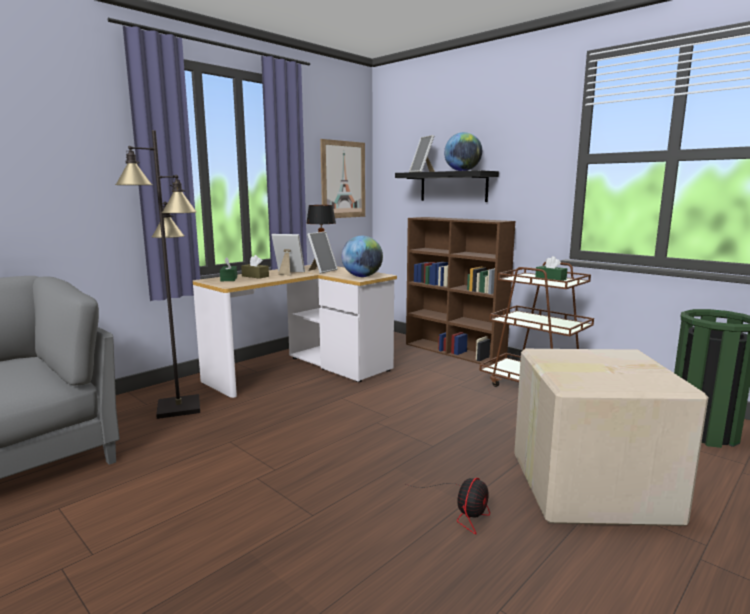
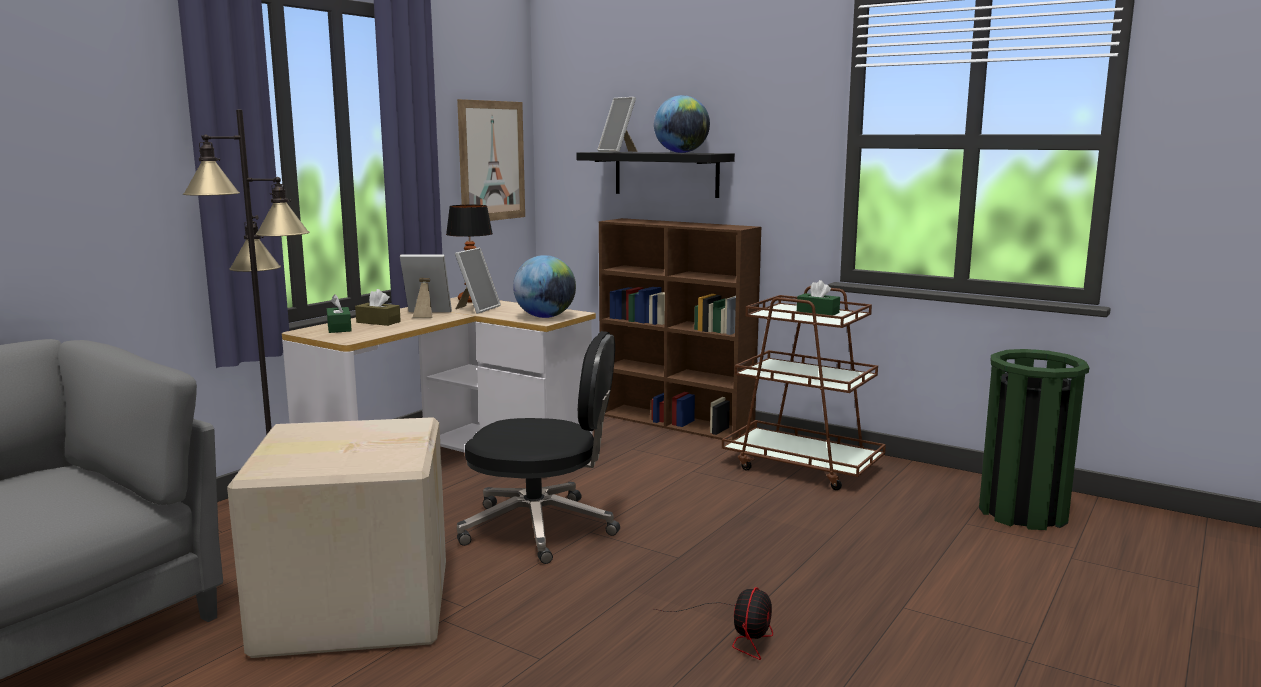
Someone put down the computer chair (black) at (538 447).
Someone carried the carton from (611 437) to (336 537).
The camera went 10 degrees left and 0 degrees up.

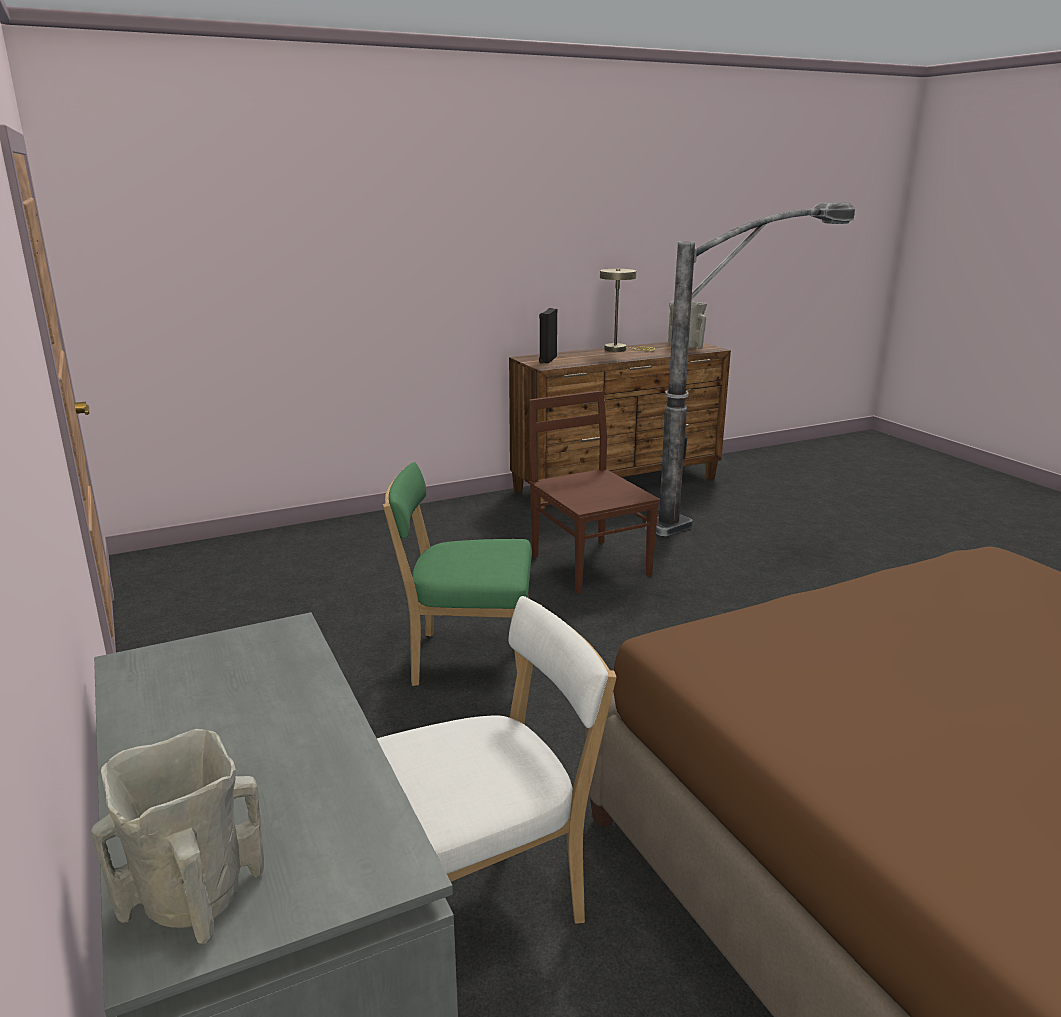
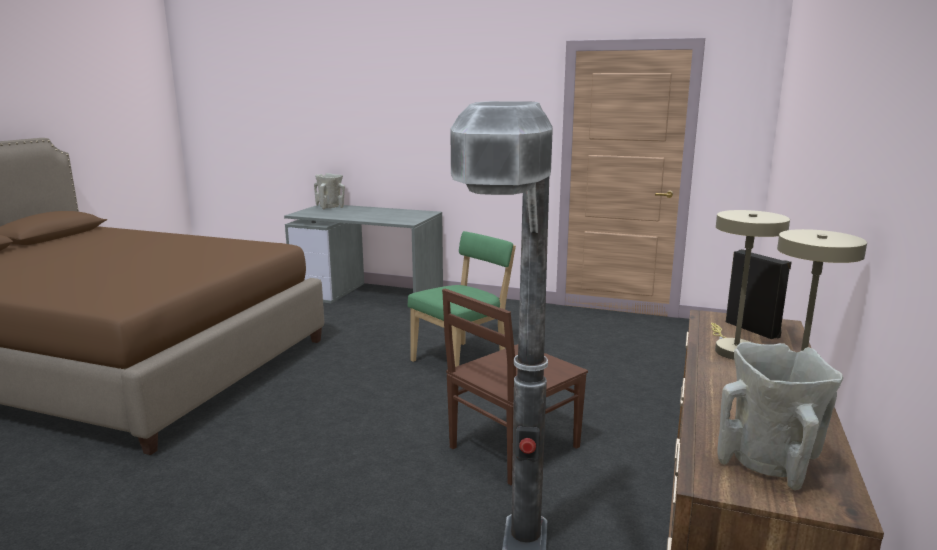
Someone took away the plain chair (white) at (497 760).
Someone put down the table lamp (beige-coloured) at (750 285).
Someone rotated the plain chair (brown-coloured) at (594 492) by 120 degrees clockwise.
The camera went 135 degrees right and 5 degrees down.

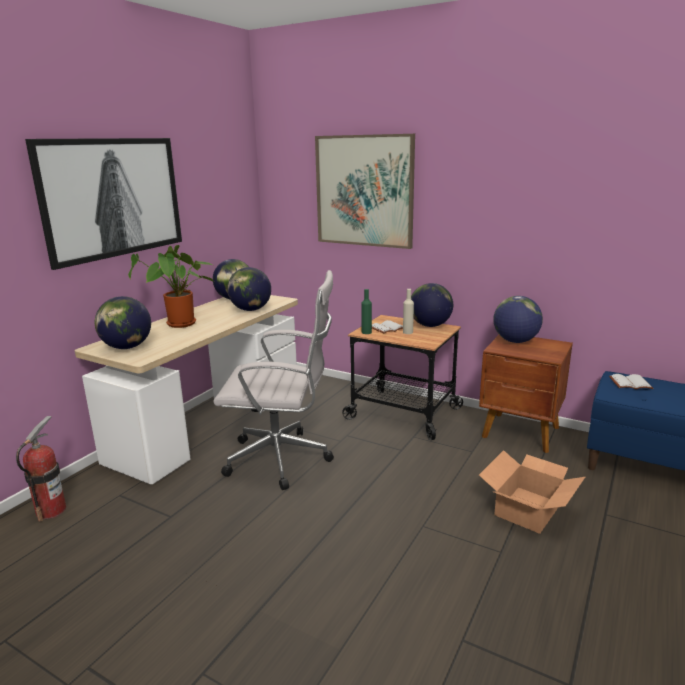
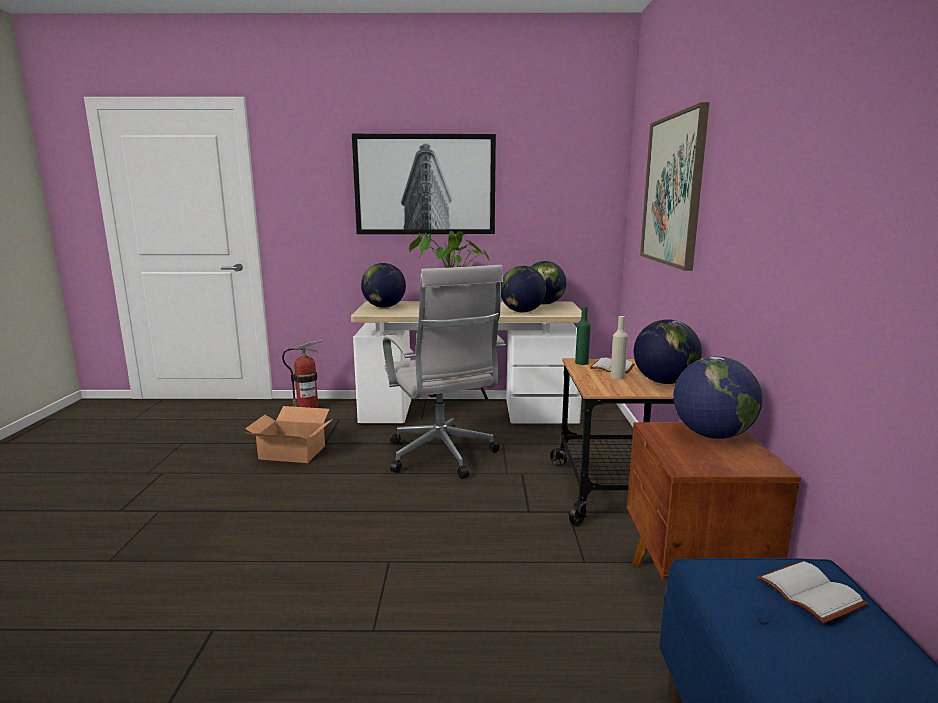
Someone carried the carton from (532 492) to (288 434).
The camera went 60 degrees right and 5 degrees down.

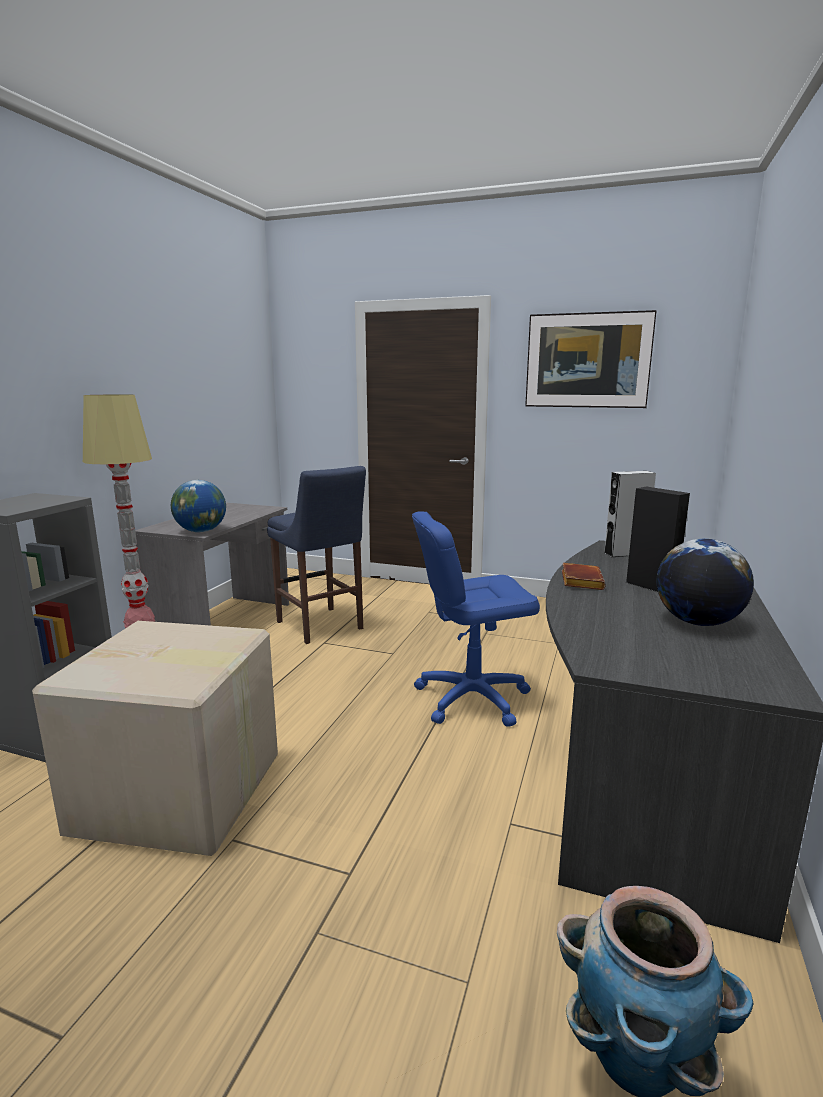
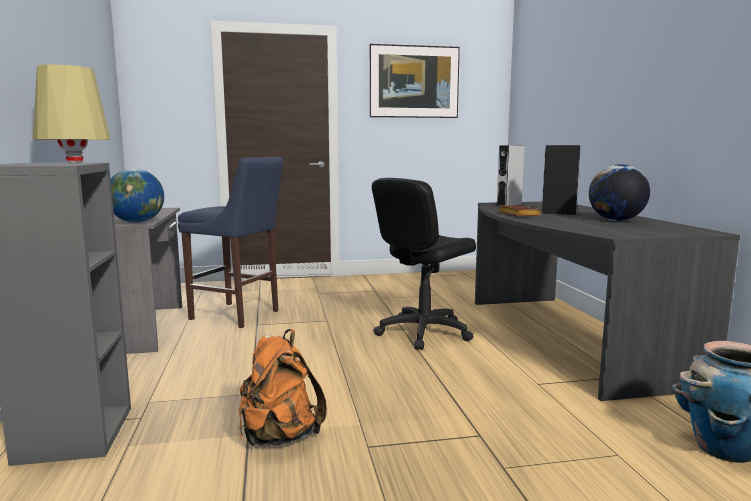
Someone swapped the carton at (155 738) for the rucksack (orange) at (283 388).
Someone repainted the computer chair (blue-coloured) at (476 619), which became the computer chair (black) at (424 264).
The camera went 30 degrees left and 5 degrees down.

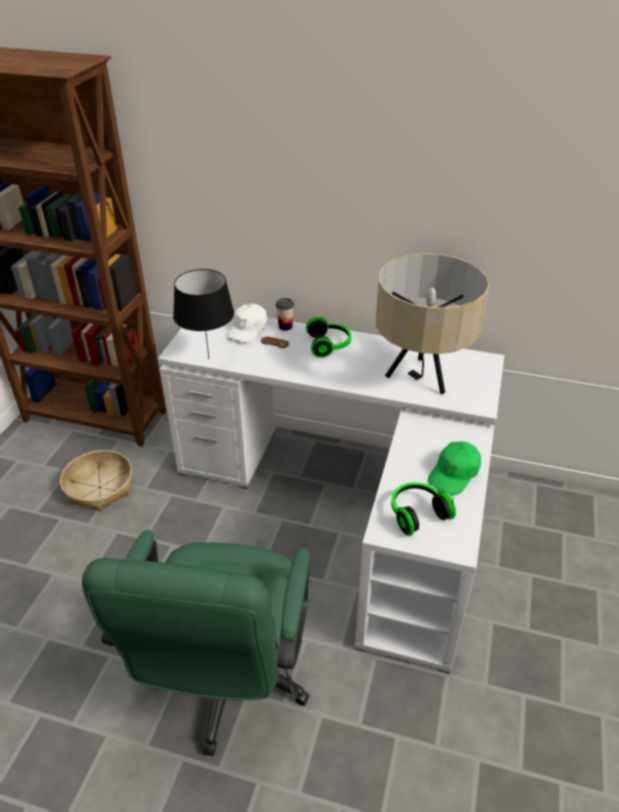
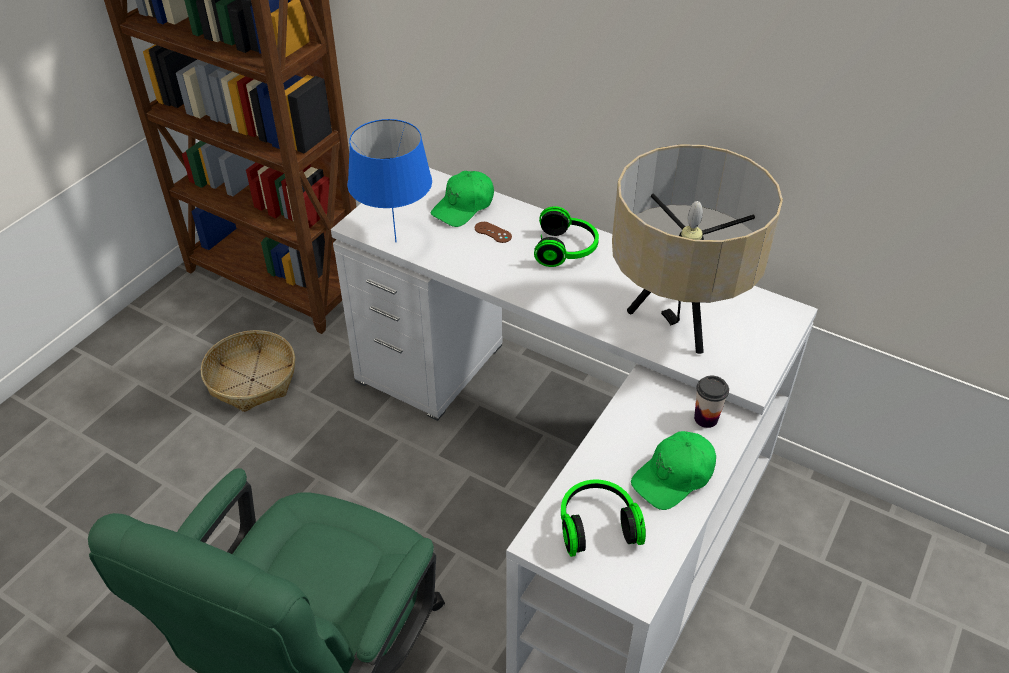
Someone carried the drinking cup from (285 314) to (711 401).
Someone repainted the table lamp (black) at (203 313), which became the table lamp (blue-coloured) at (389 180).
Someone repainted the cap (white) at (246 323), which became the cap (green) at (462 199).
The camera went 15 degrees right and 5 degrees up.

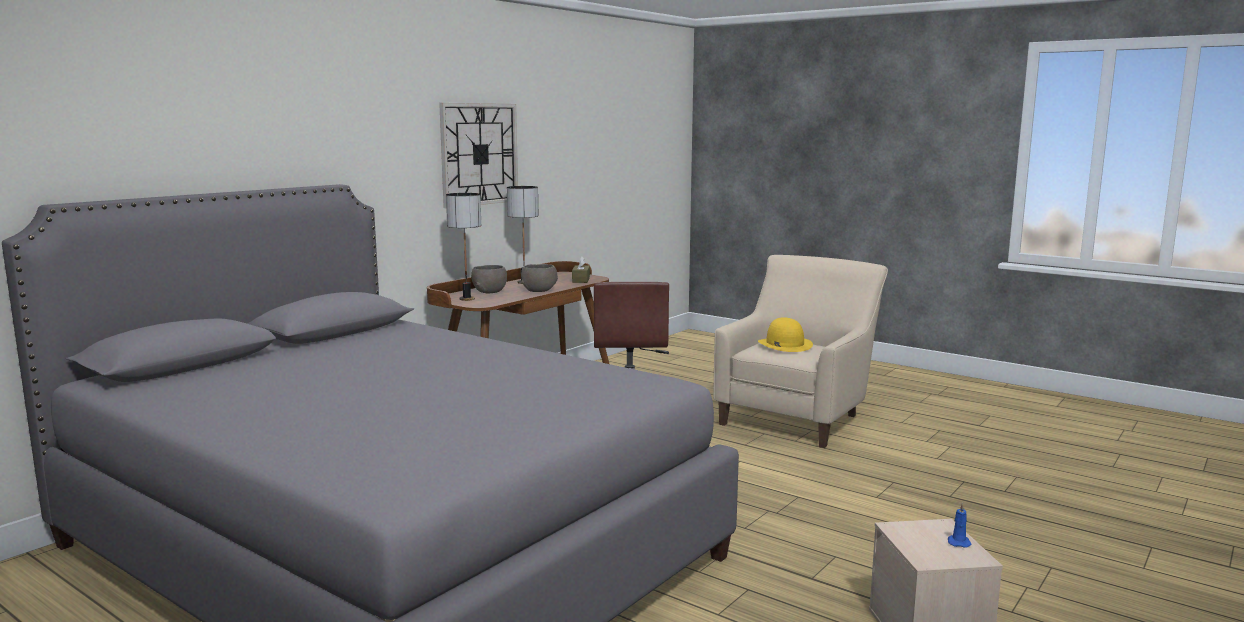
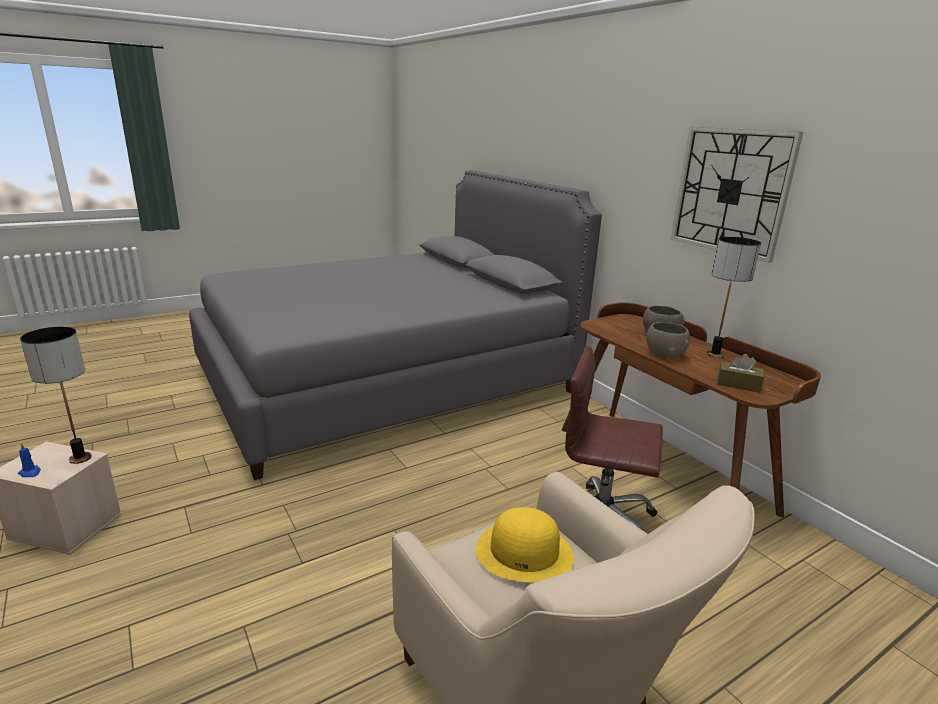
Someone carried the table lamp from (463 247) to (56 395).
The camera went 110 degrees right and 10 degrees up.

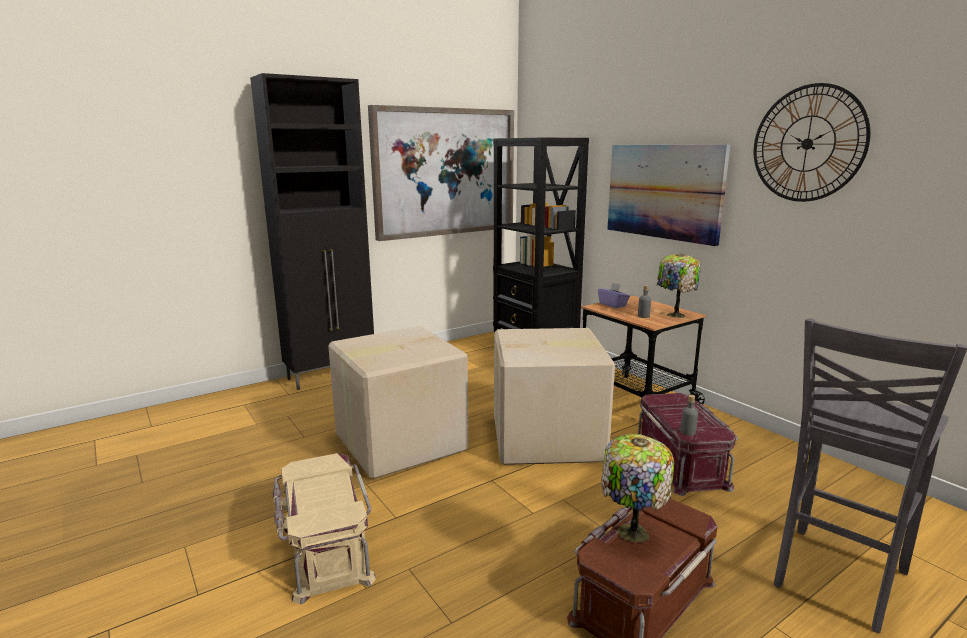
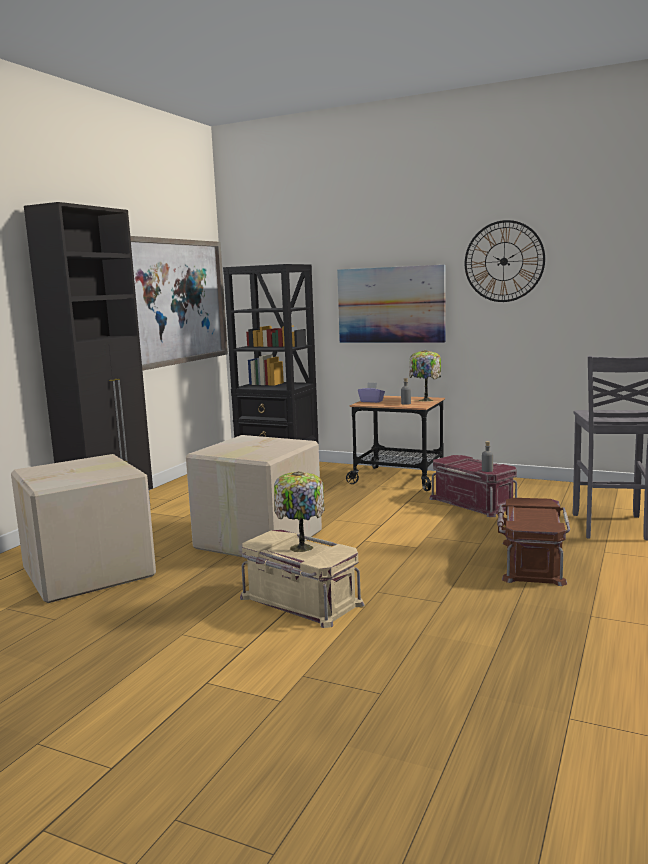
Someone carried the carton from (554 396) to (83 528).
Someone carried the table lamp from (637 488) to (299 511).
The camera went 30 degrees left and 5 degrees down.

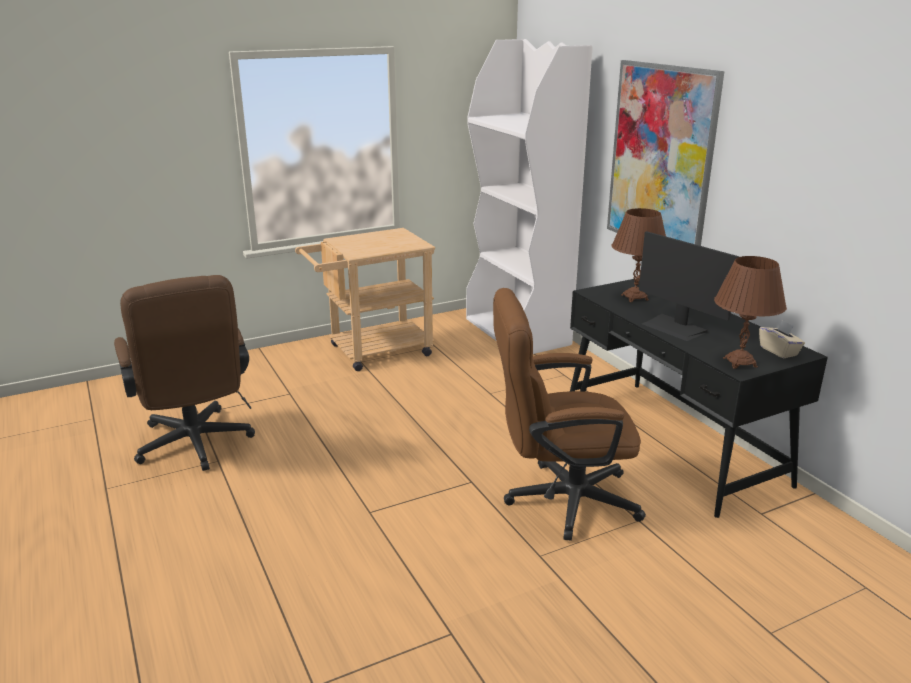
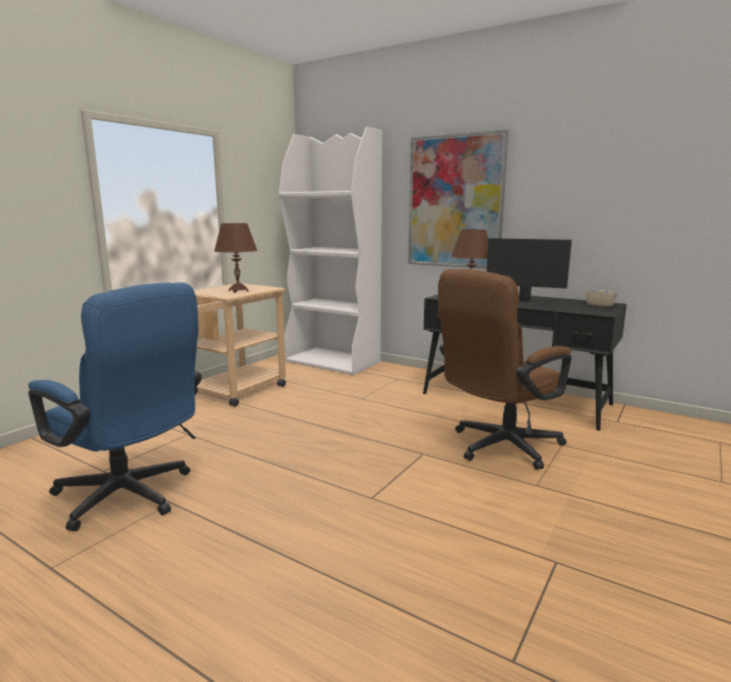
Someone carried the table lamp (brown-coloured) from (750 312) to (236 258).
Someone repainted the computer chair (brown-coloured) at (184 373), which became the computer chair (blue-coloured) at (115 406).
The camera went 30 degrees left and 10 degrees down.

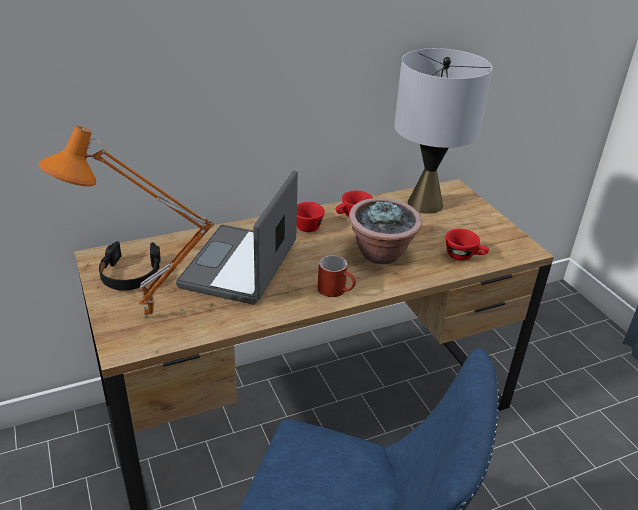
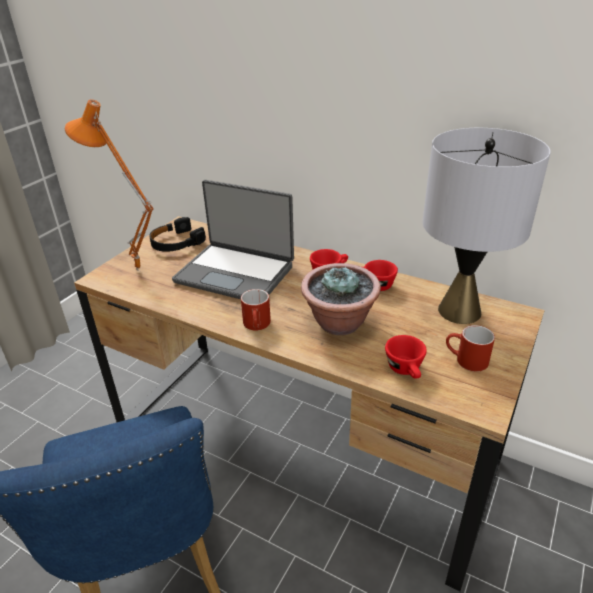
Someone put down the tea mug (reddish) at (470 348).
Someone rotated the notebook computer at (237 237) by 135 degrees counterclockwise.
The camera went 55 degrees right and 0 degrees up.

